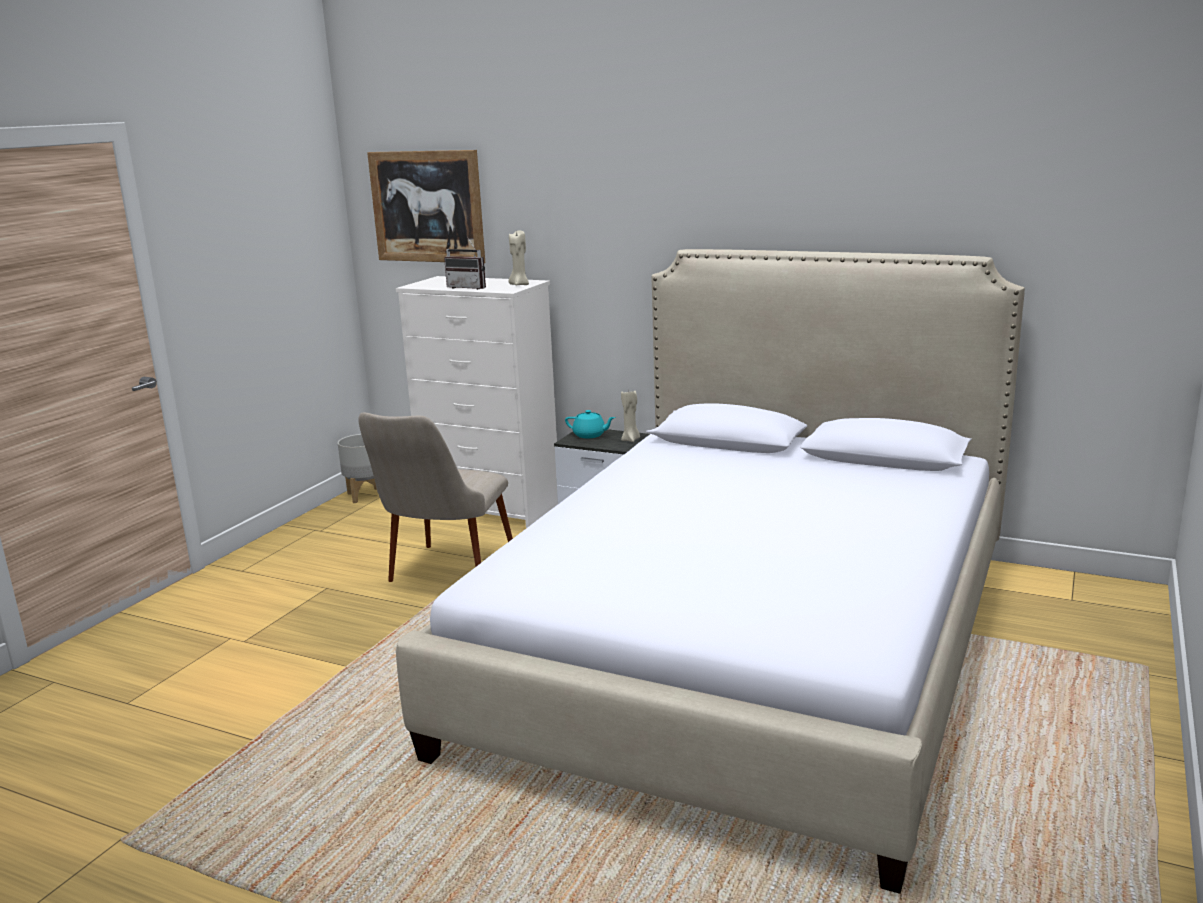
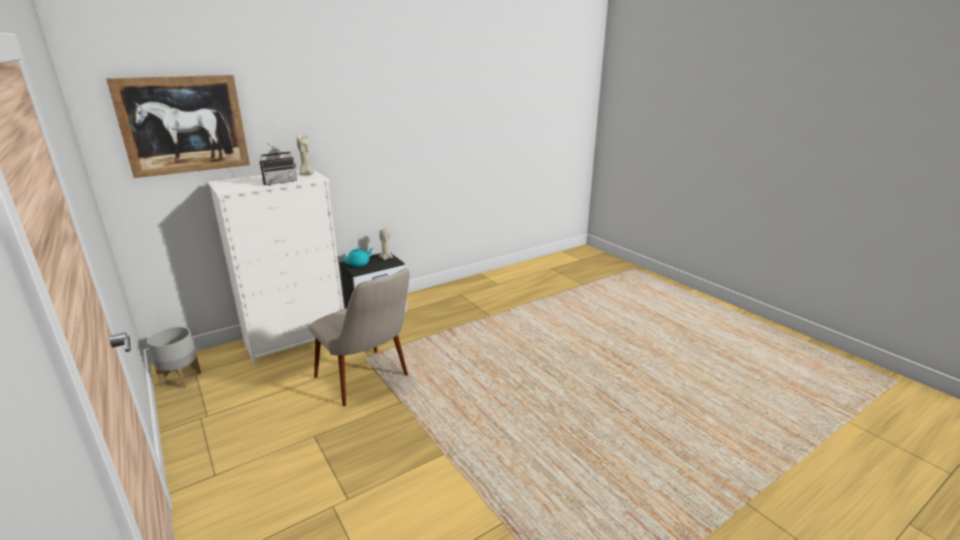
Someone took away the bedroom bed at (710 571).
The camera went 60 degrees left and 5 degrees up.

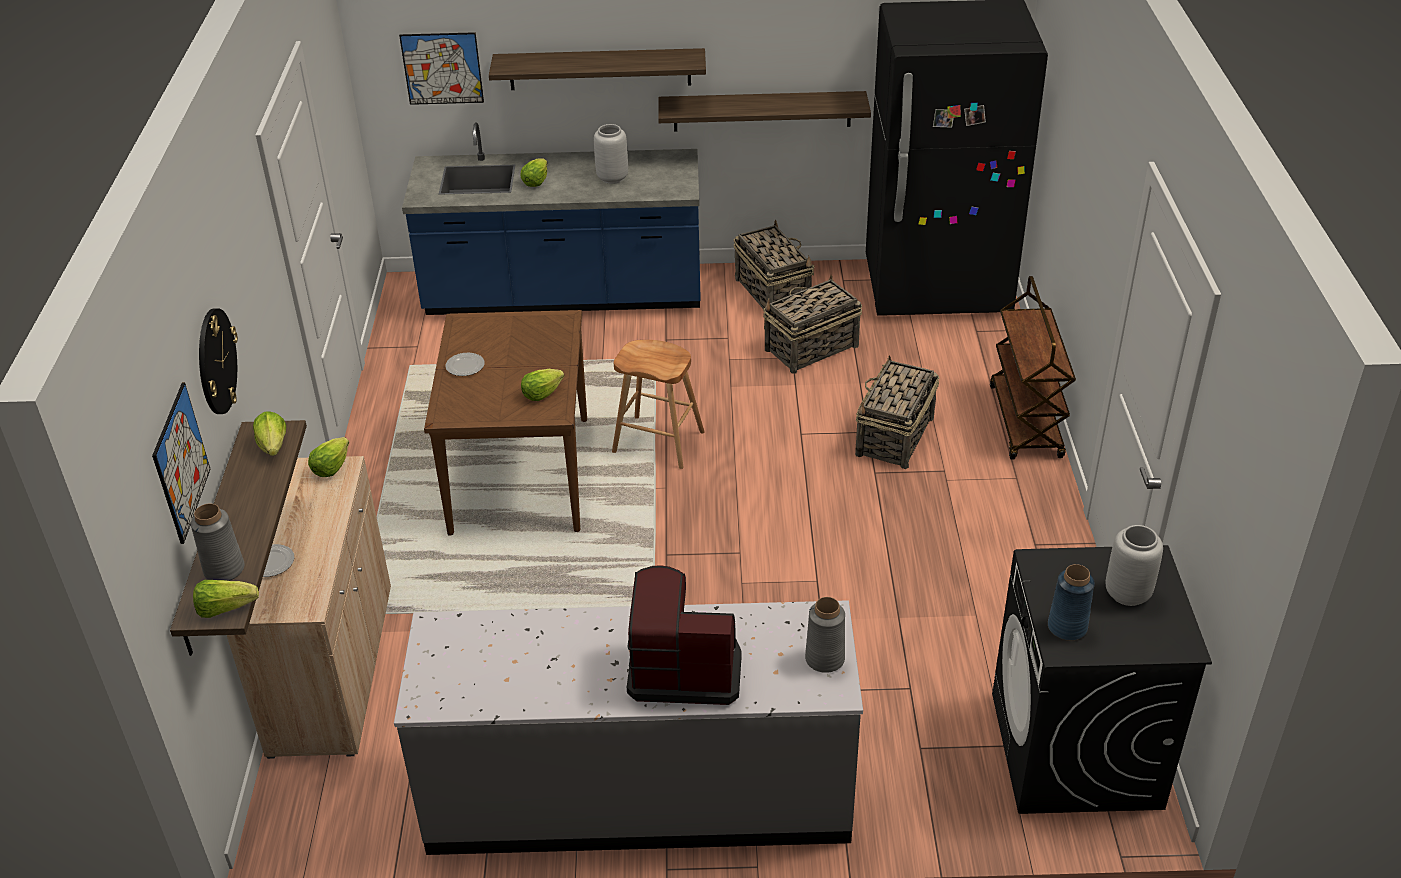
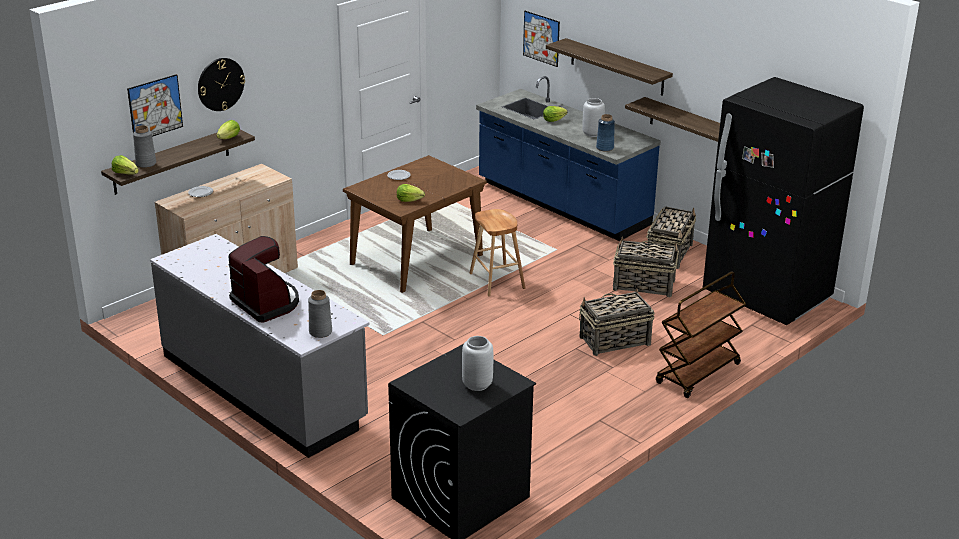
Someone took away the head of lettuce at (328 457).
Someone carried the decorative vase (blue-coloured) from (1071 602) to (605 133).
The camera went 45 degrees right and 10 degrees down.

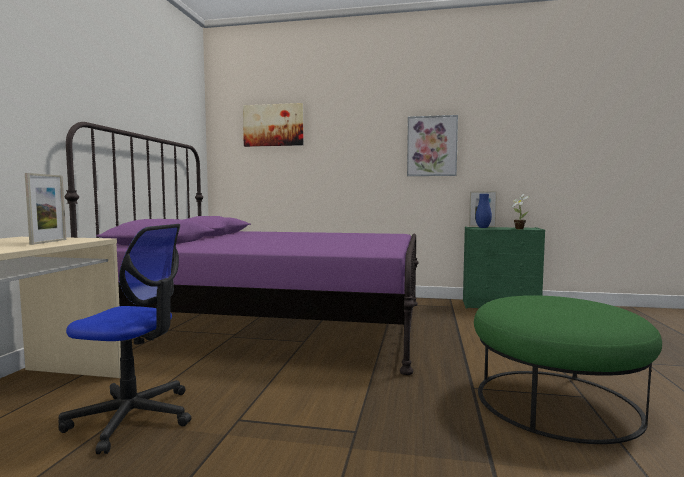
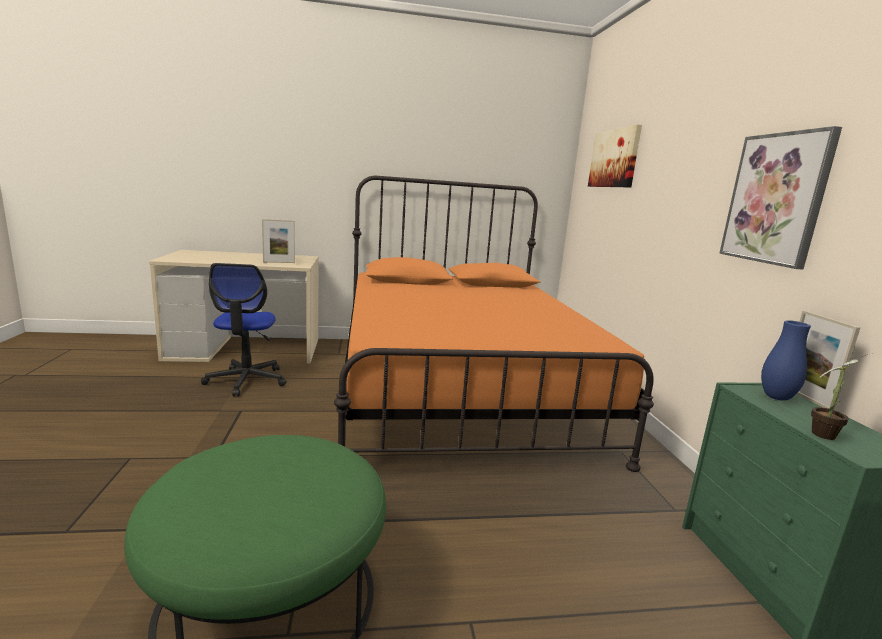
Someone repainted the bedroom bed (purplish) at (242 248), which became the bedroom bed (orange) at (494 324).
The camera went 70 degrees right and 10 degrees up.

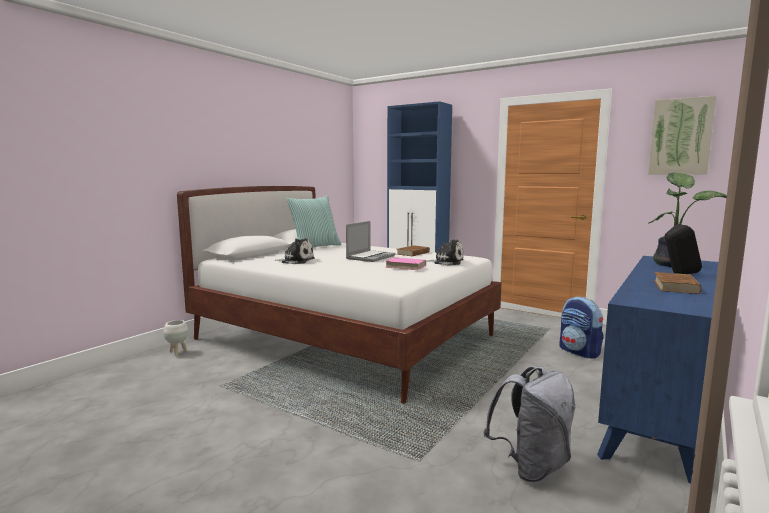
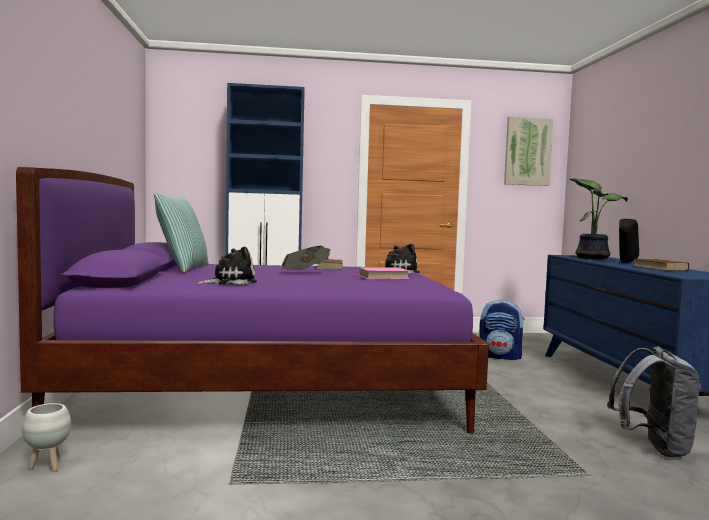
Someone swapped the notebook computer at (371 241) for the newspaper at (306 258).
Someone repainted the bedroom bed (white) at (339 295), which became the bedroom bed (purplish) at (252 300).
The camera went 40 degrees left and 5 degrees down.

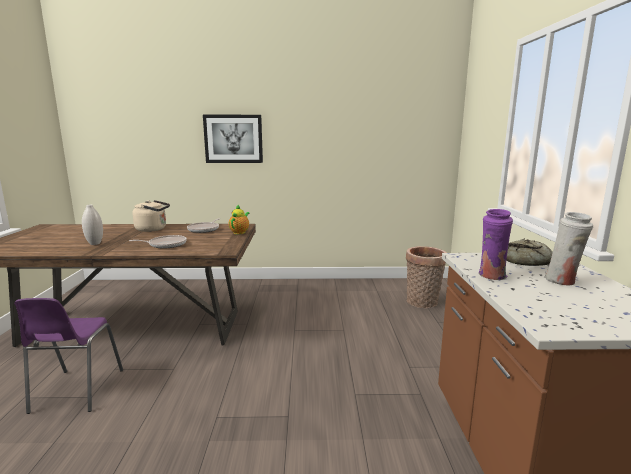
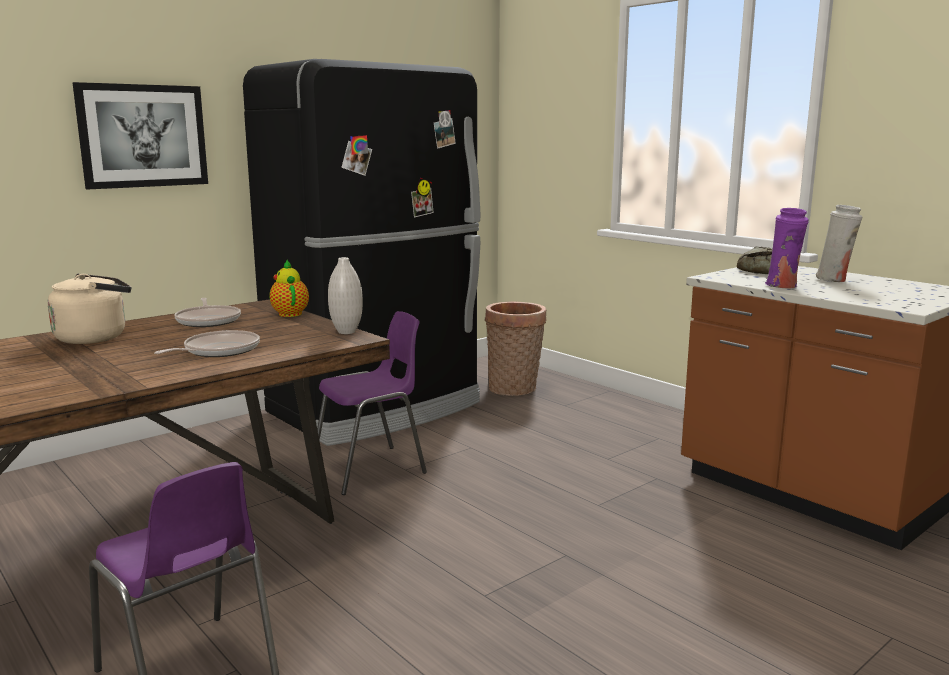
Someone put down the fridge (black) at (361 252).
Someone put down the plain chair (purplish) at (372 403).
Someone carried the decorative vase (white) from (92 224) to (345 295).
The camera went 40 degrees left and 0 degrees up.

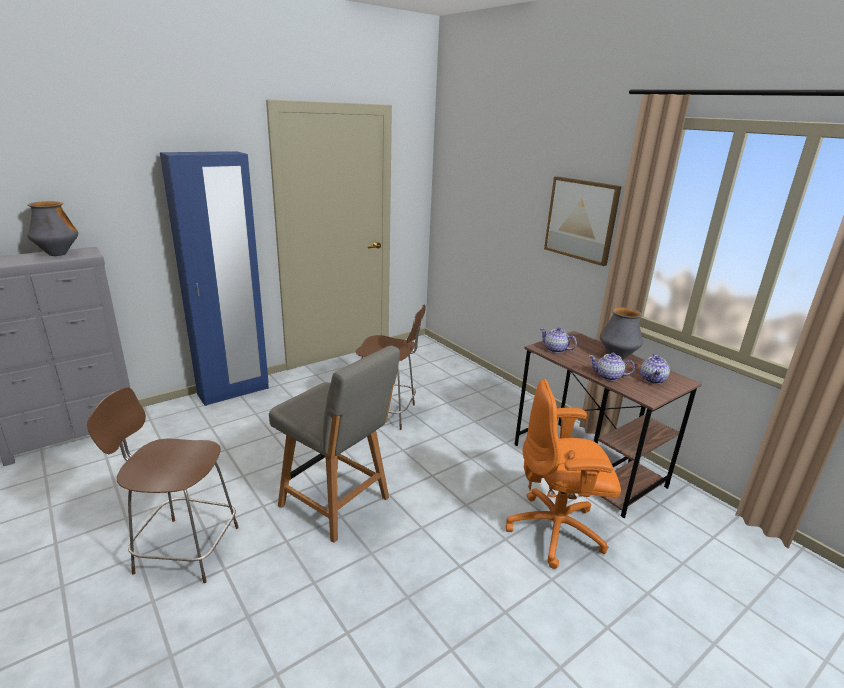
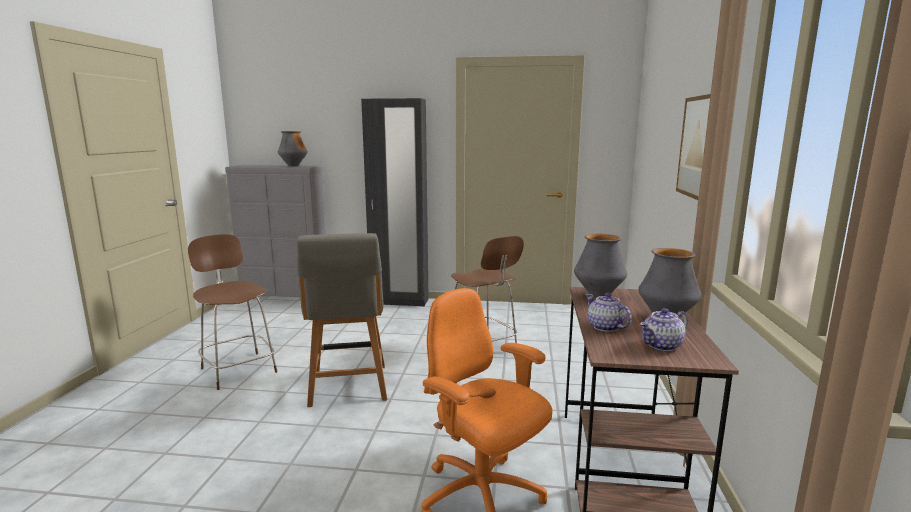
Someone swapped the teapot at (558 340) for the decorative vase at (600 266).
Someone repainted the armoire (blue-coloured) at (214 278), which became the armoire (black) at (394 202).
The camera went 45 degrees right and 10 degrees down.

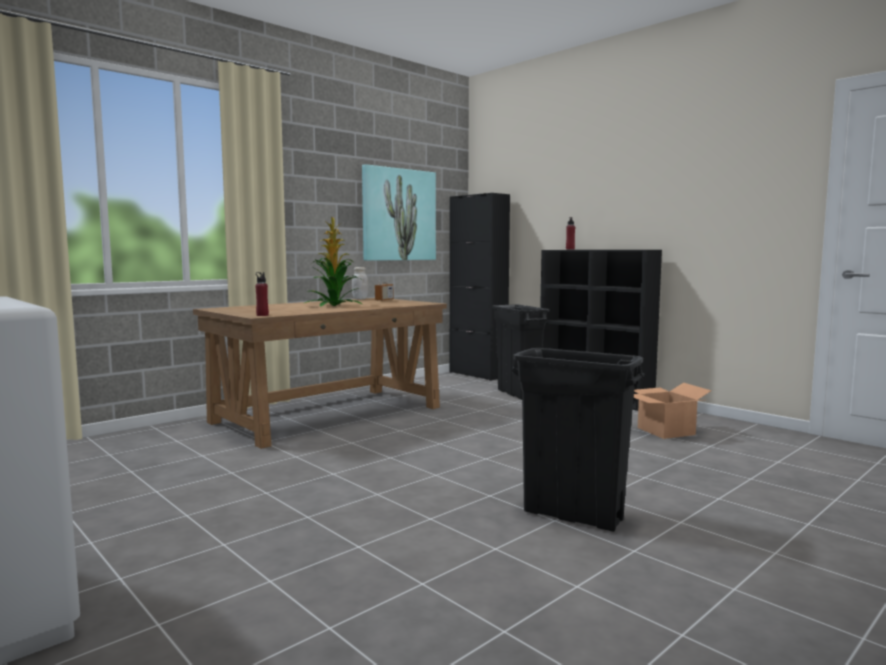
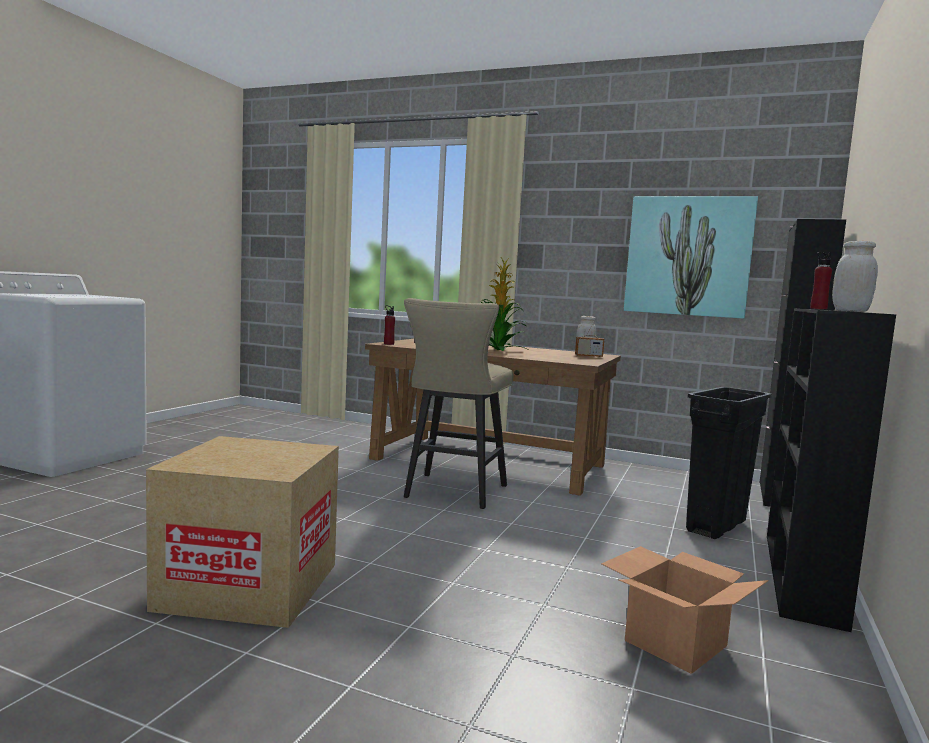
Someone put down the stool seat (beige-coloured) at (458 403).
Someone put down the storage jar (white) at (855 276).
Someone swapped the rubbish bin (black) at (578 440) for the carton at (242 532).
The camera went 65 degrees right and 0 degrees up.

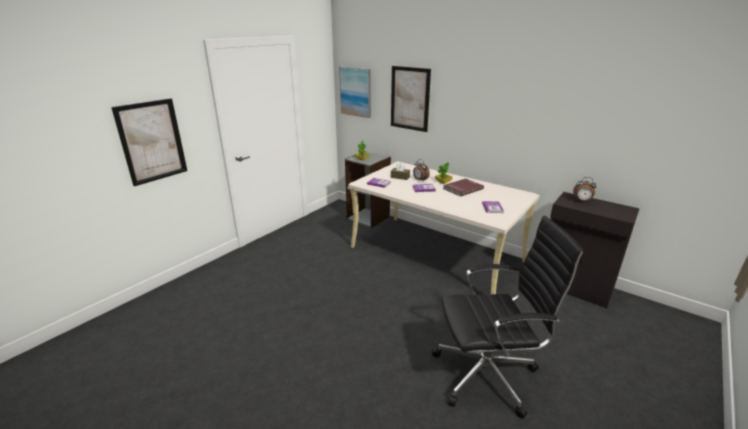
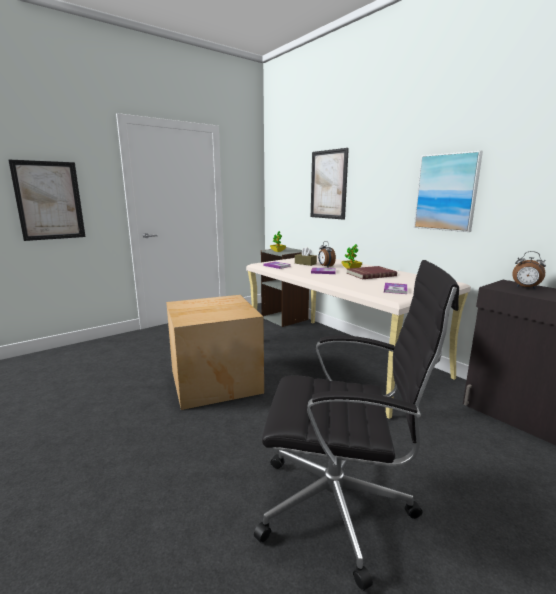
Someone put down the carton at (215 352).
Someone carried the picture from (355 92) to (448 191).
The camera went 15 degrees right and 10 degrees down.

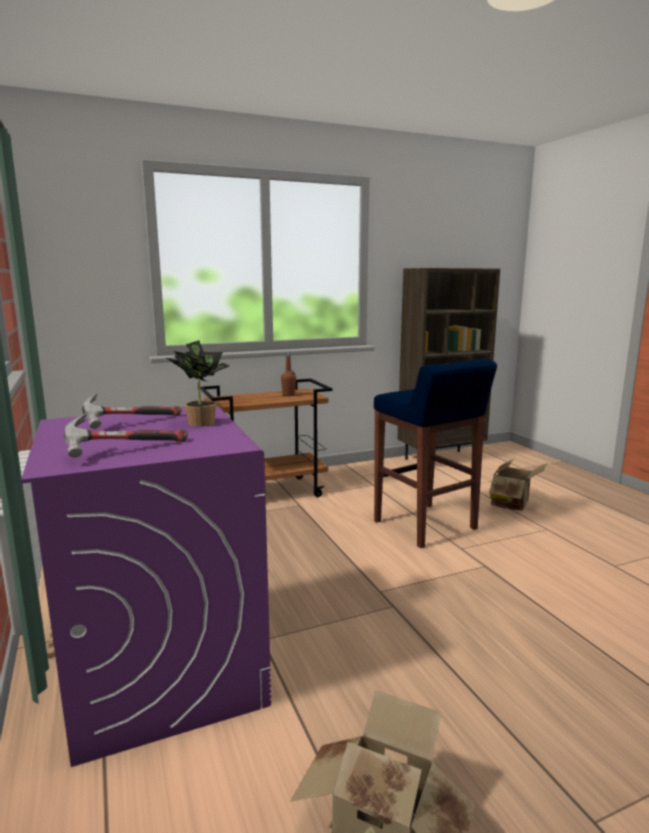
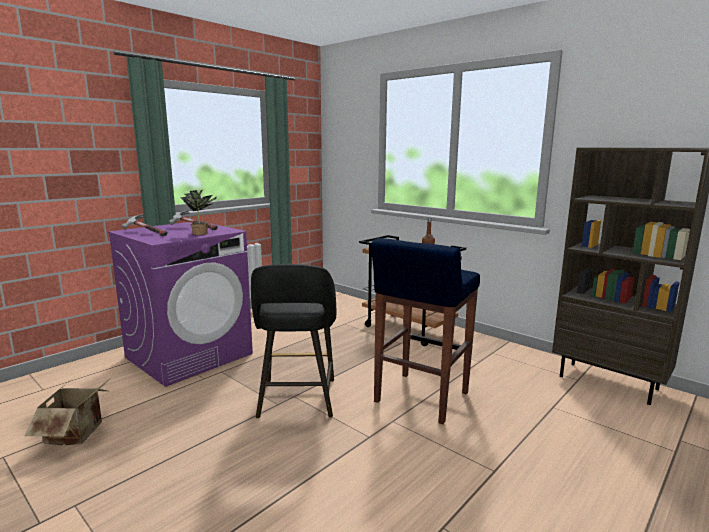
Someone took away the carton at (518 484).
Someone put down the stool seat (black) at (293 341).
The camera went 65 degrees right and 0 degrees up.

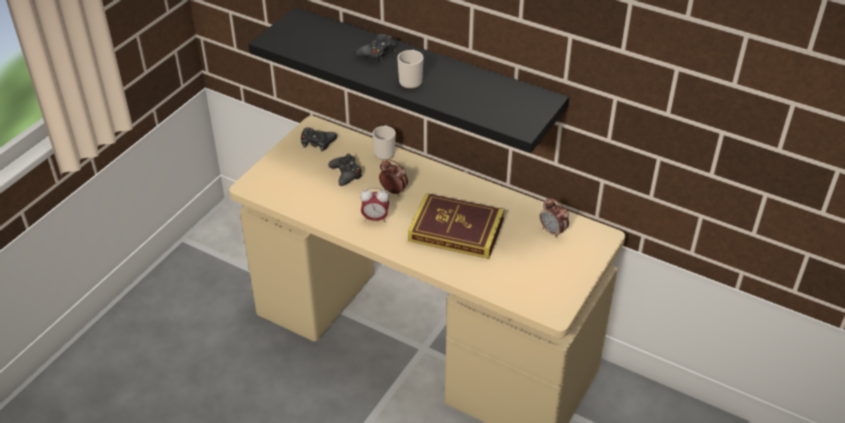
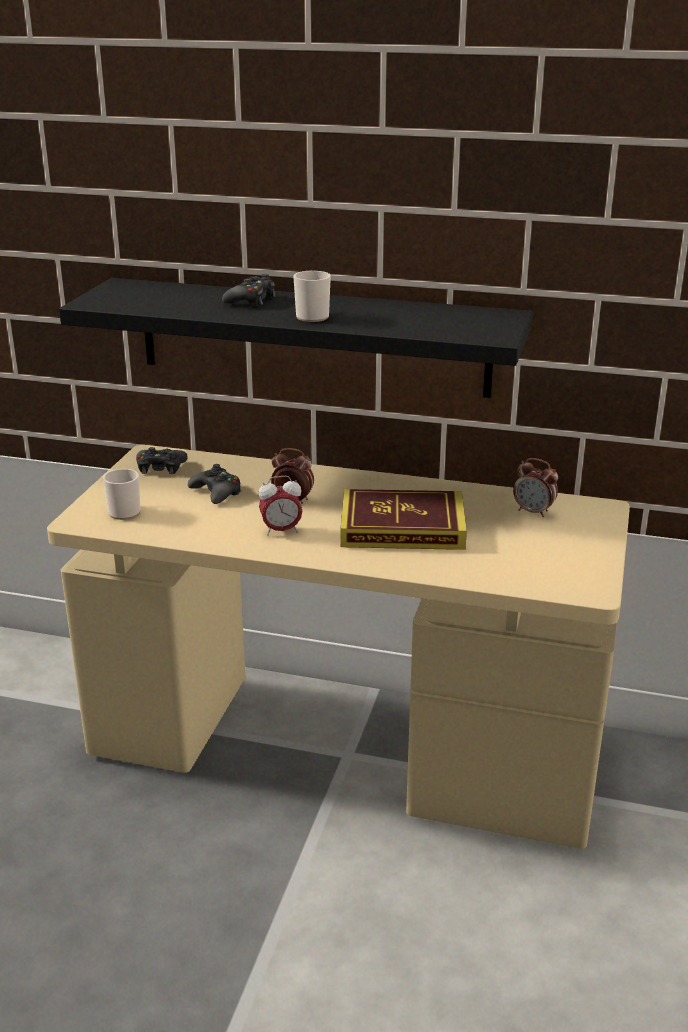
Someone carried the tea mug from (384 142) to (122 494).
The camera went 15 degrees left and 15 degrees down.

